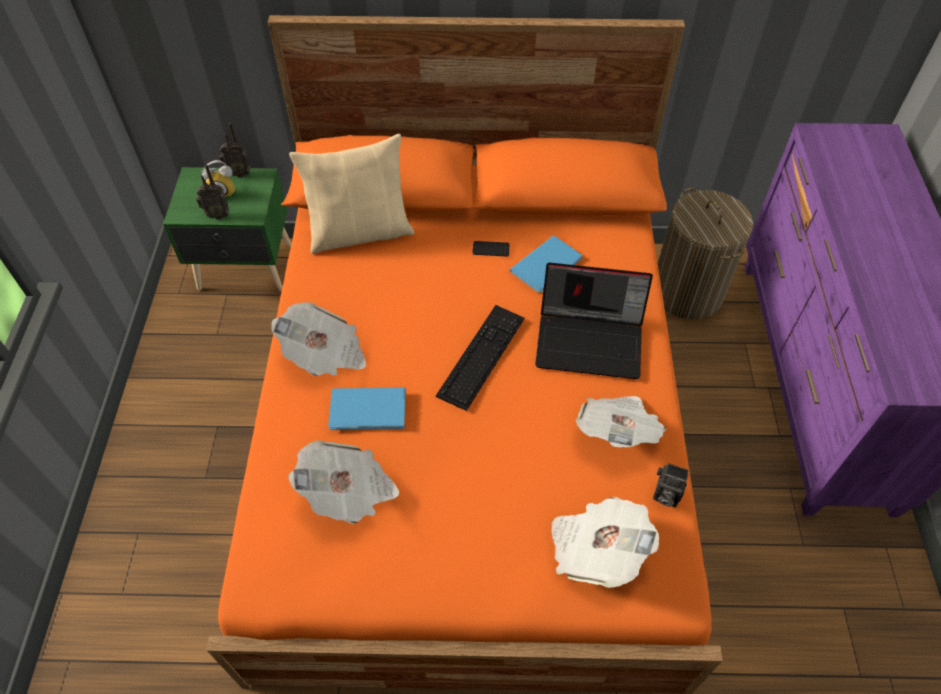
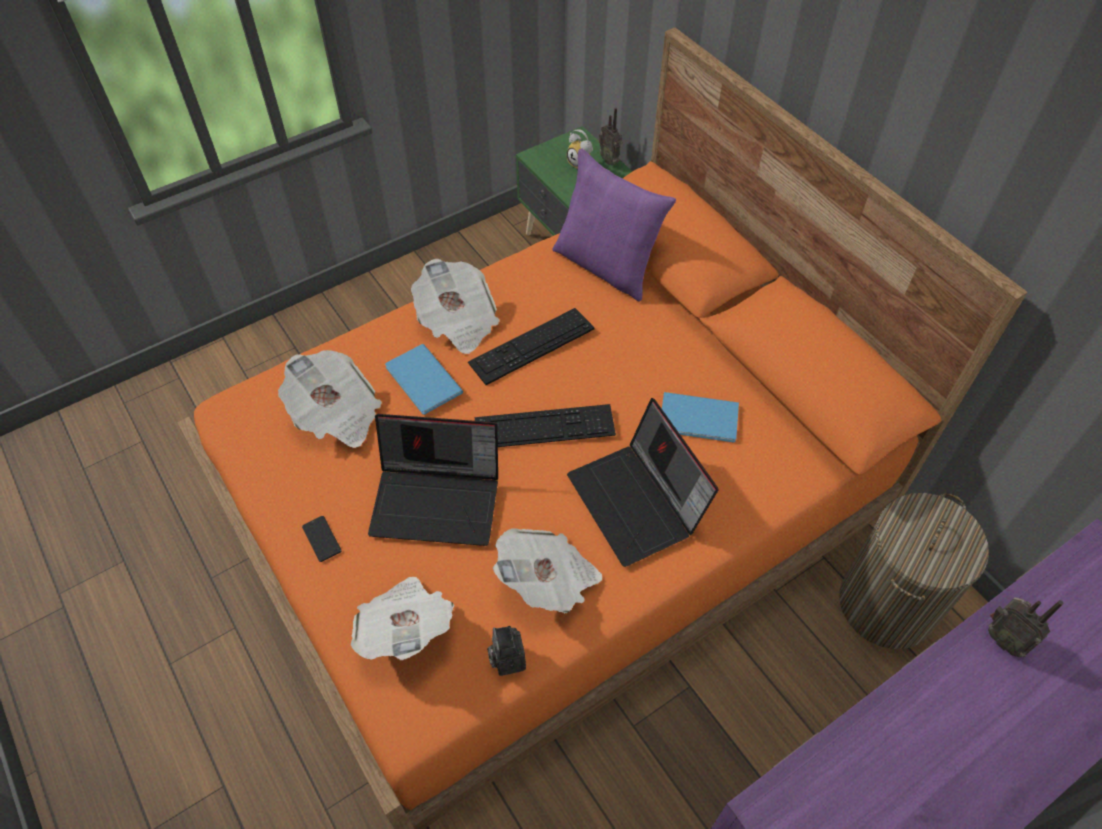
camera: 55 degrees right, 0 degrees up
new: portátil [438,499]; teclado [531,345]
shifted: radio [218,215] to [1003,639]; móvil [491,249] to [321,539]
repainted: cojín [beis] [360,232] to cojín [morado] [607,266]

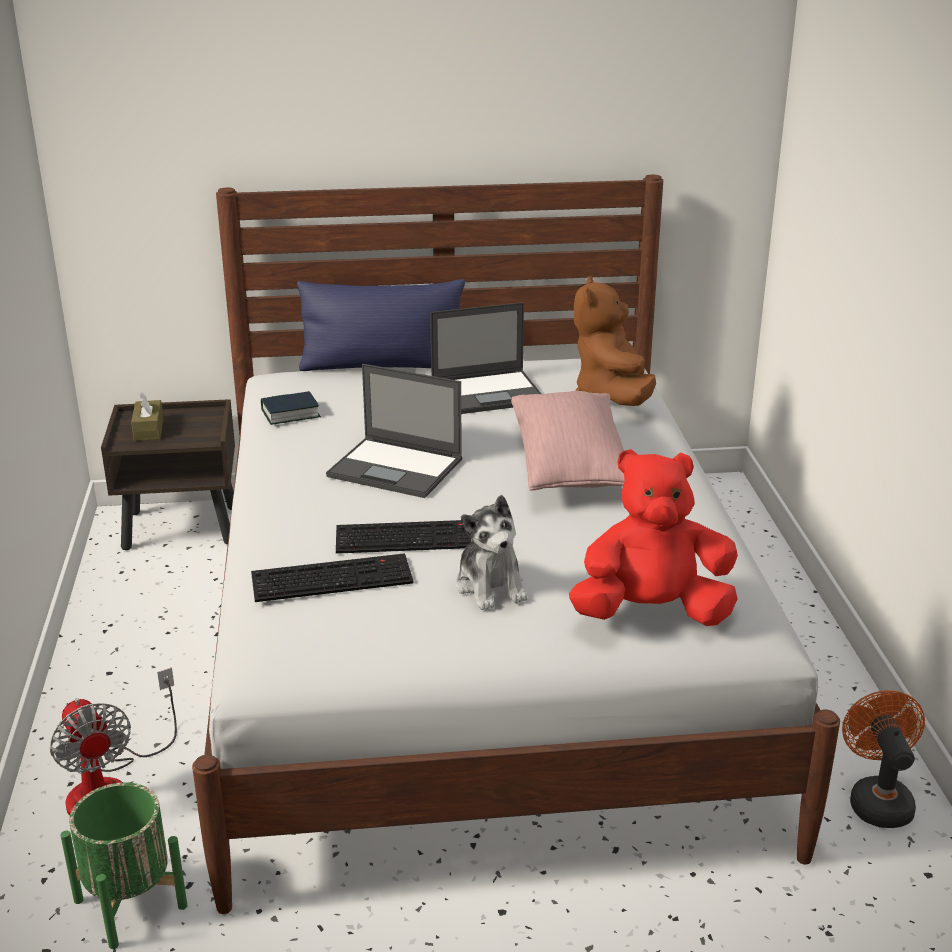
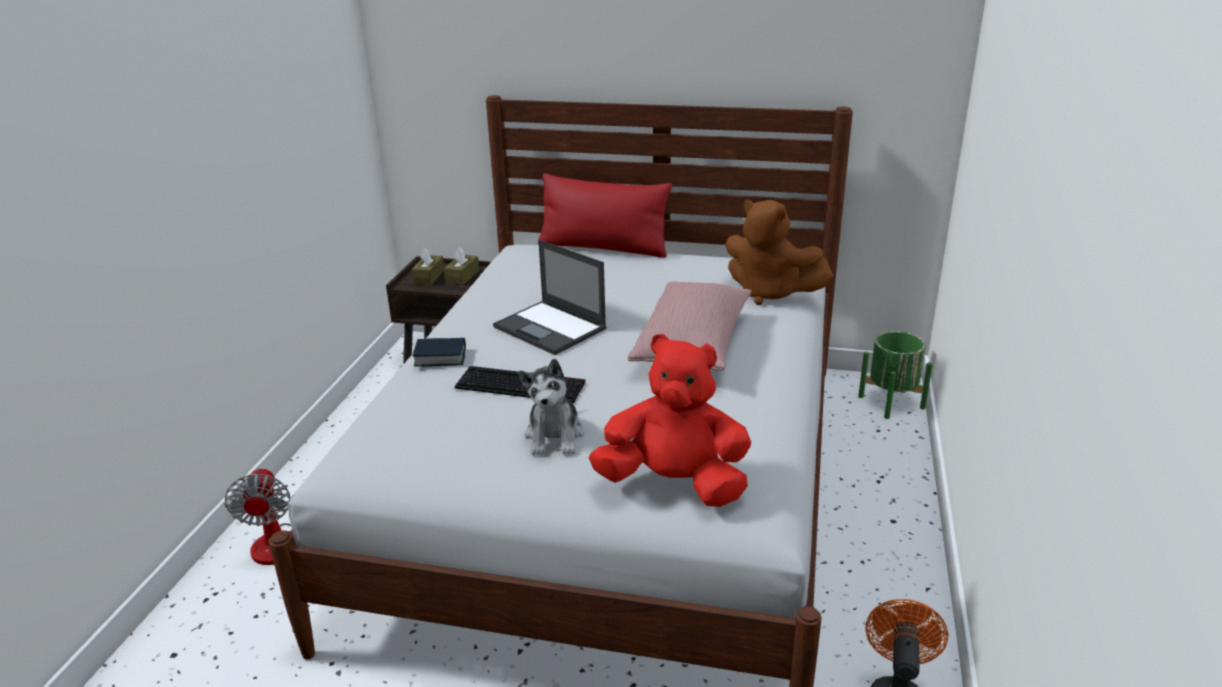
camera: 20 degrees right, 0 degrees up
gone: teclado [333,577]; portátil [488,393]
new: caja de pañuelos [marrón] [462,276]
shifted: maceta [verde] [129,903] to [891,402]; libro [290,413] to [440,357]
repainted: cojín [azul] [383,365] to cojín [rojo] [603,248]
rotated: peluche [marrón] [612,395] = [770,293] 75 degrees counterclockwise

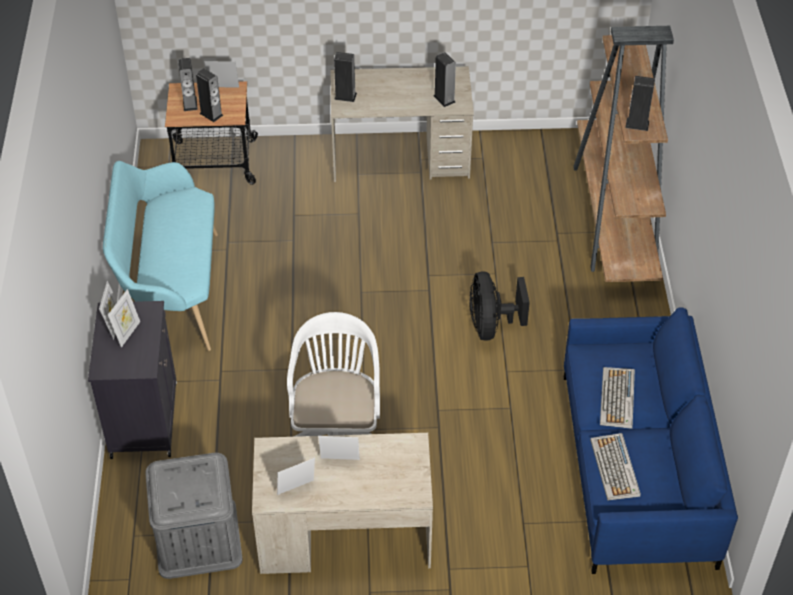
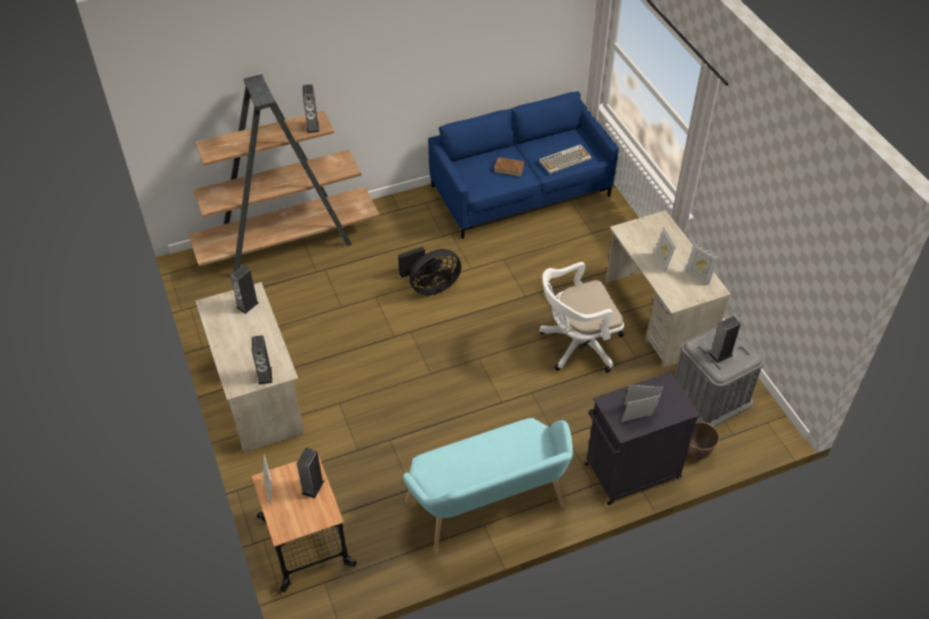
camera: 110 degrees left, 0 degrees up
new: maceta [697,453]
shifted: altavoz [190,103] to [720,355]
swapped: teclado [617,399] to libro [marrón] [509,168]

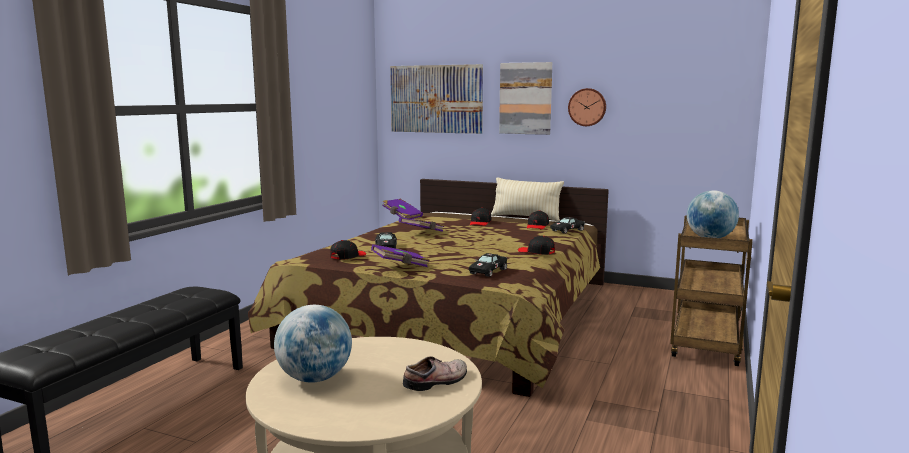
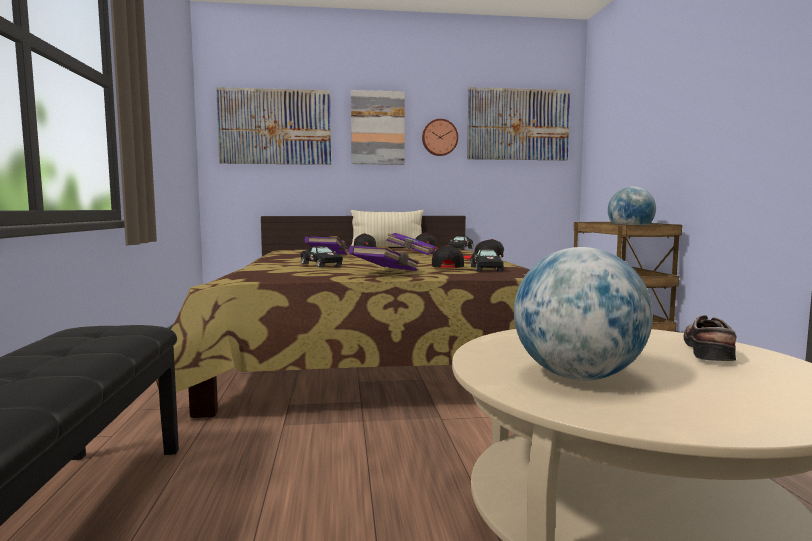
camera: 30 degrees left, 5 degrees down
new: cuadro [518,124]
shifted: gorra [negro] [347,256] to [447,267]; libro [morado] [402,217] to [411,253]

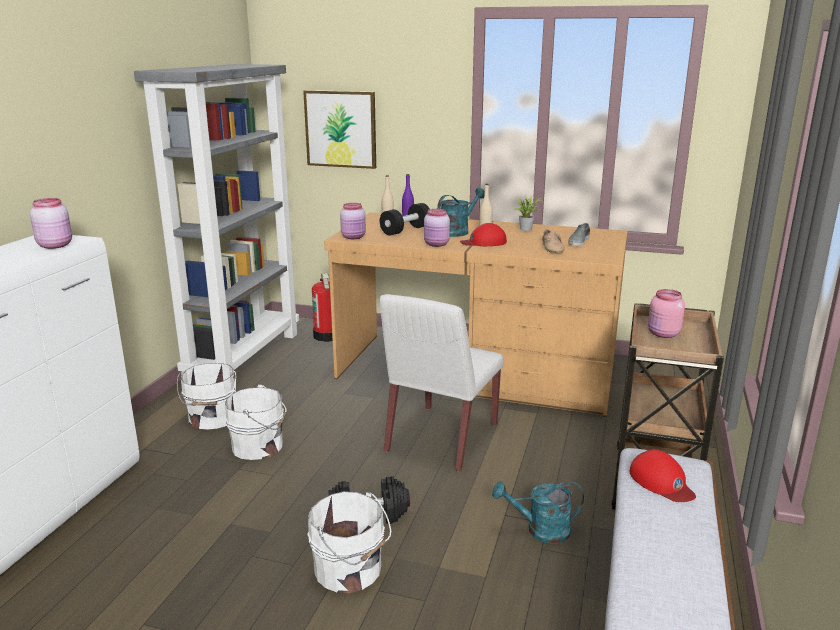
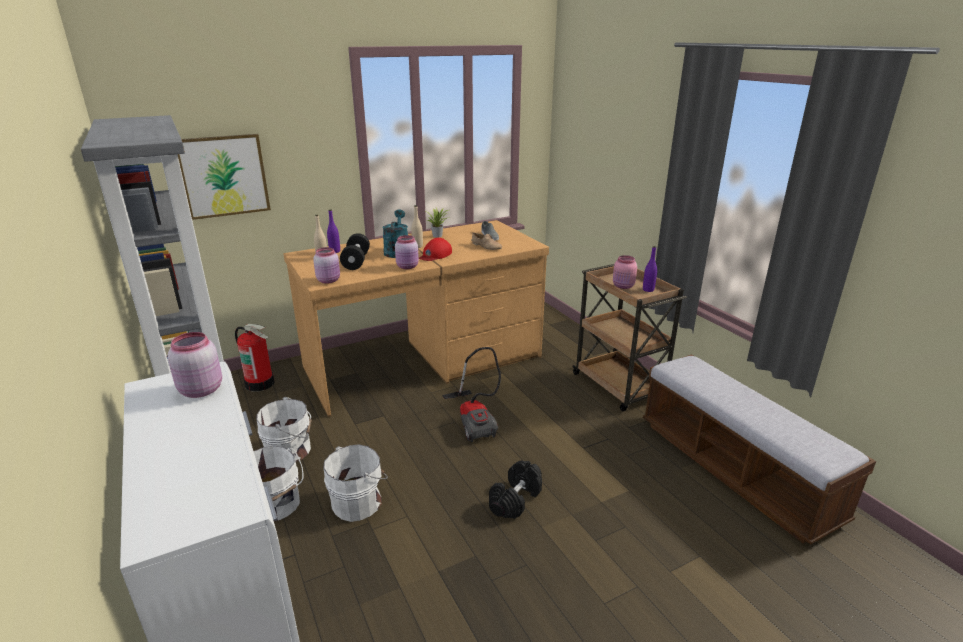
camera: 45 degrees left, 5 degrees up
gone: regadera [turquesa] [540,531]; gorra [rojo] [661,482]
new: botella [morado] [648,290]
shifted: cubo [blanco] [350,571] to [290,450]
swapped: silla [blanco] [441,438] to aspiradora [475,420]

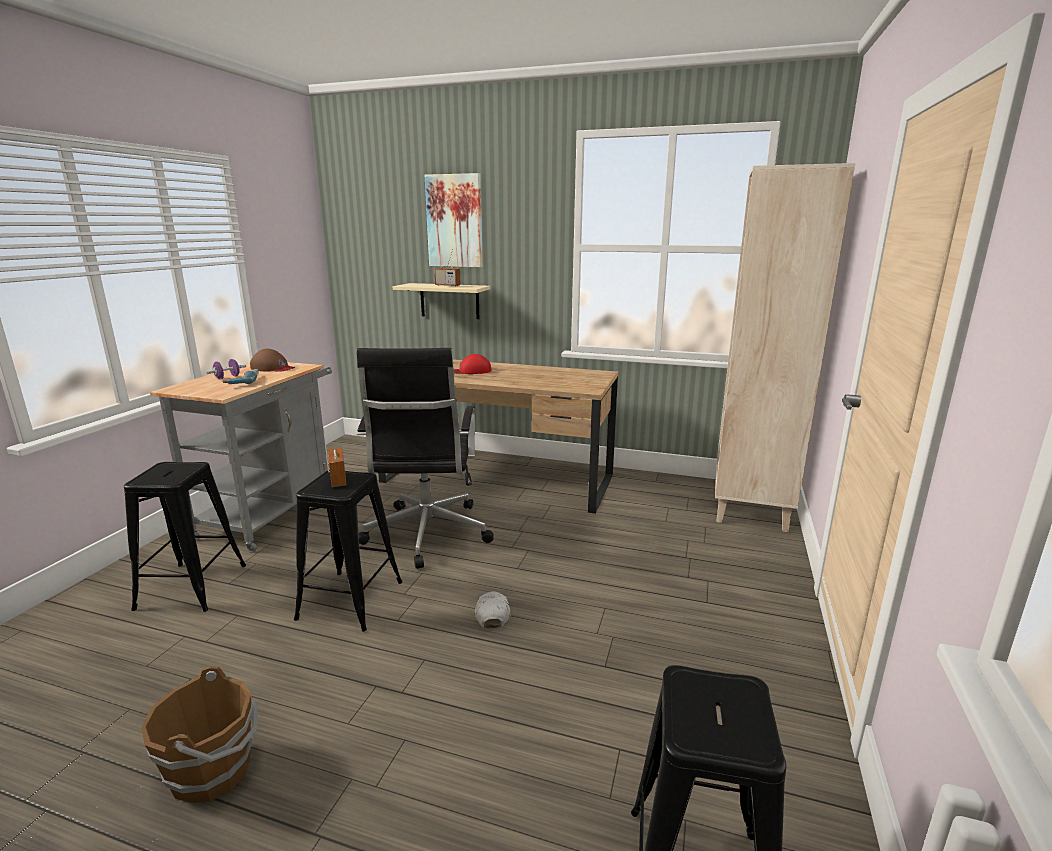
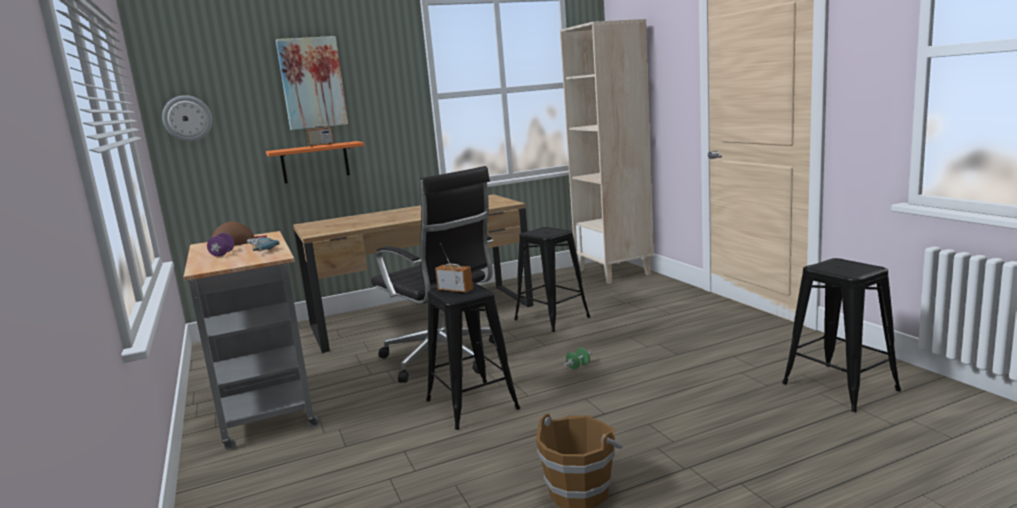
camera: 40 degrees left, 5 degrees down
gone: gorra [rojo] [471,371]
new: reloj de pared [187,118]
shifted: taburete [negro] [192,586] to [552,318]
swapped: gorra [blanco] [492,614] to mancuerna [verde] [578,366]
repainted: estante [beis] [449,301] to estante [naranja] [315,162]

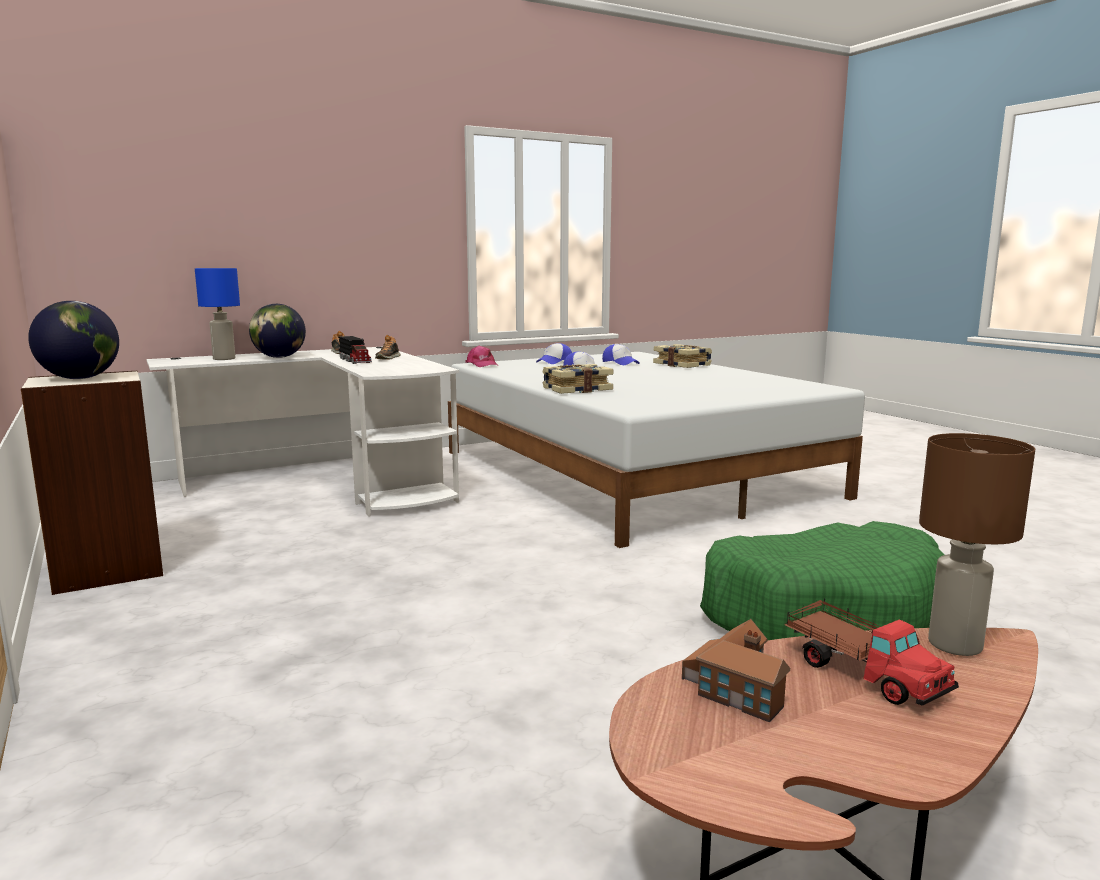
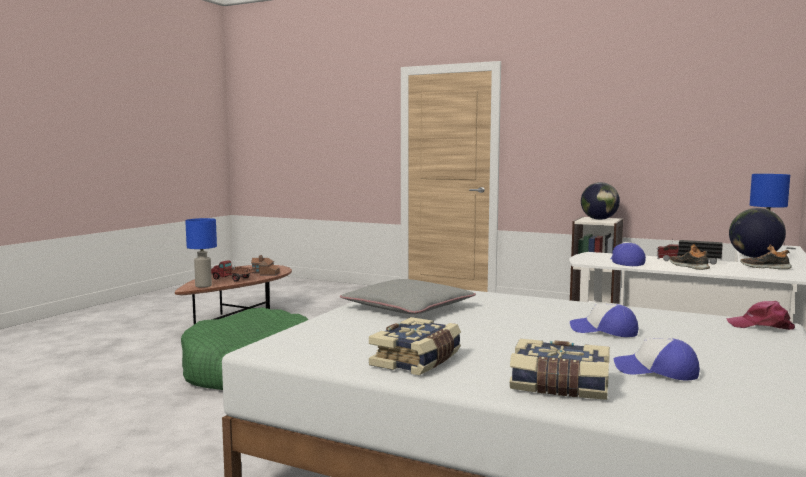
camera: 145 degrees right, 5 degrees down
new: cojín [gris] [408,307]
shifted: gorra [554,362] to [625,262]; libro [576,389] to [418,361]
repainted: lámpara de mesa [marrón] [956,645] to lámpara de mesa [azul] [203,286]

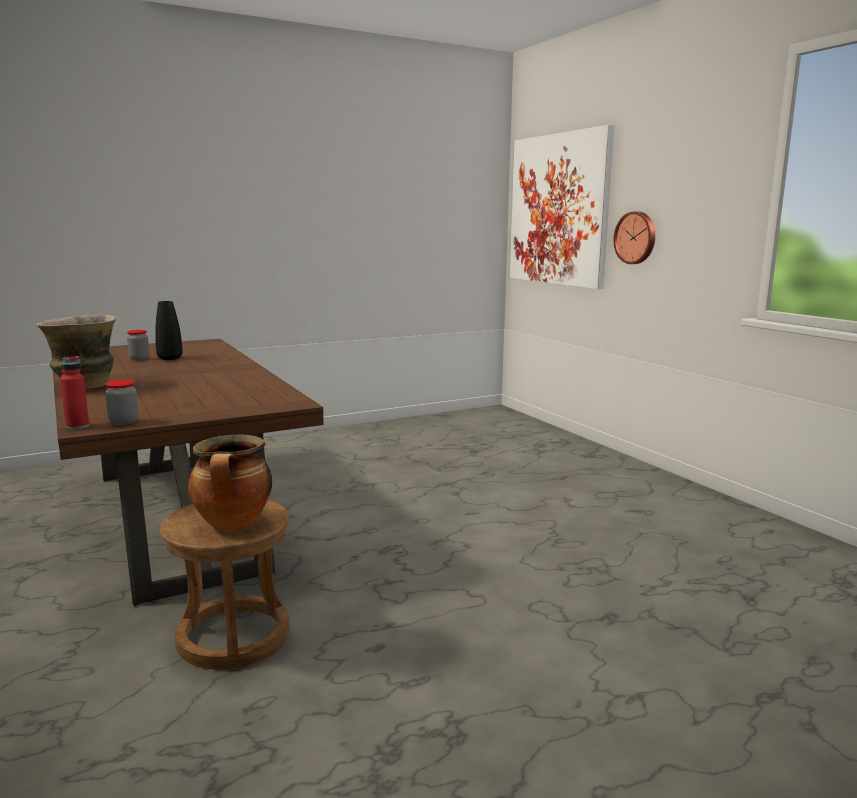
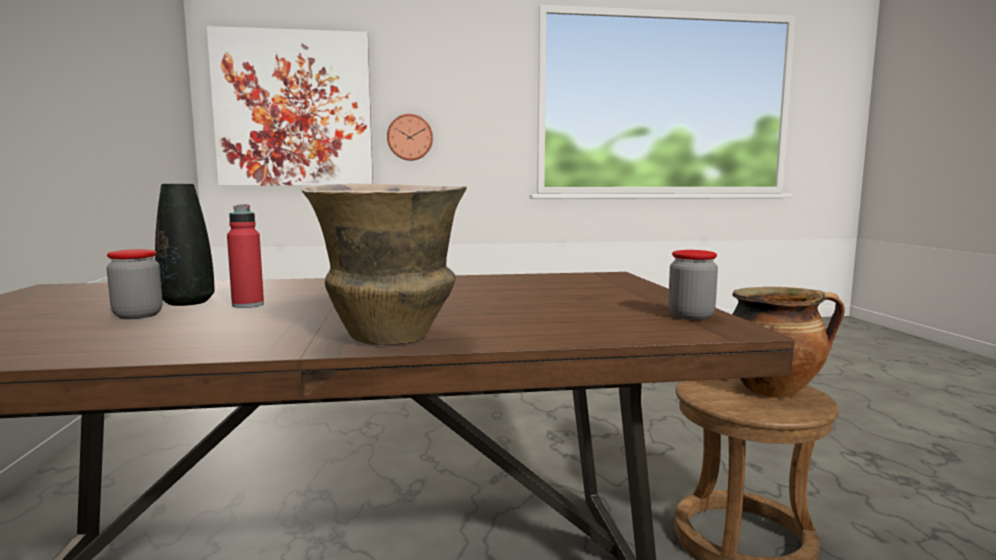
camera: 70 degrees left, 5 degrees down
shifted: botella [rojo] [77,426] to [248,305]

